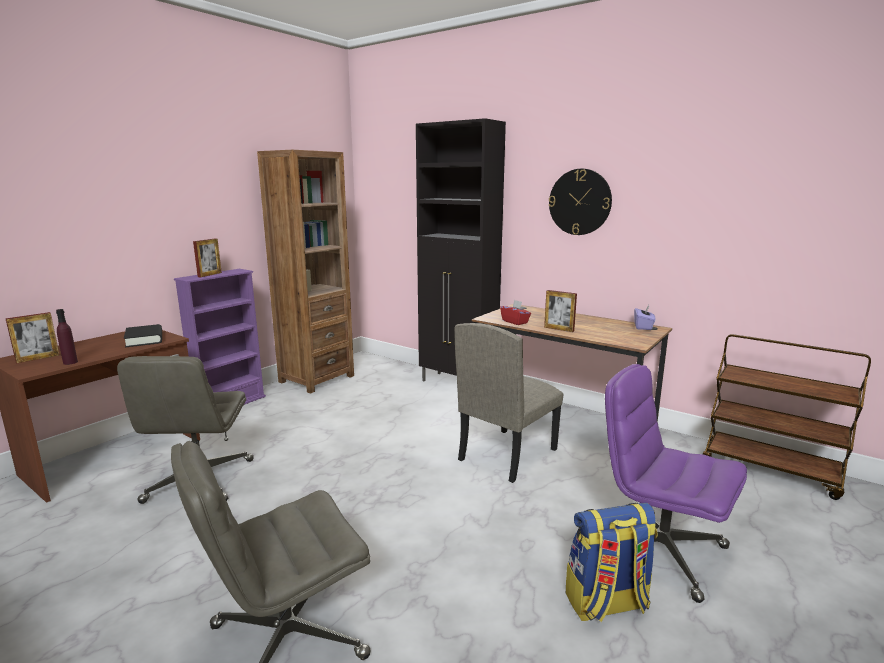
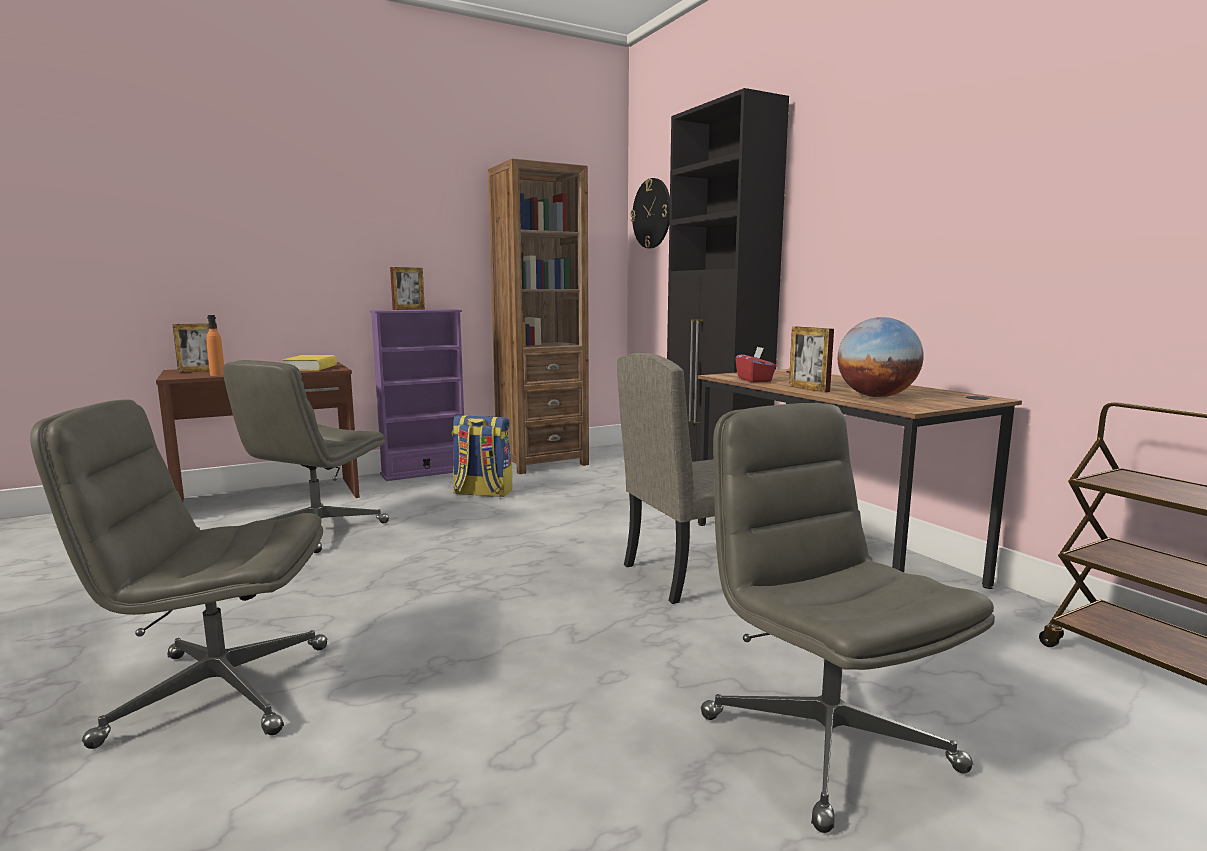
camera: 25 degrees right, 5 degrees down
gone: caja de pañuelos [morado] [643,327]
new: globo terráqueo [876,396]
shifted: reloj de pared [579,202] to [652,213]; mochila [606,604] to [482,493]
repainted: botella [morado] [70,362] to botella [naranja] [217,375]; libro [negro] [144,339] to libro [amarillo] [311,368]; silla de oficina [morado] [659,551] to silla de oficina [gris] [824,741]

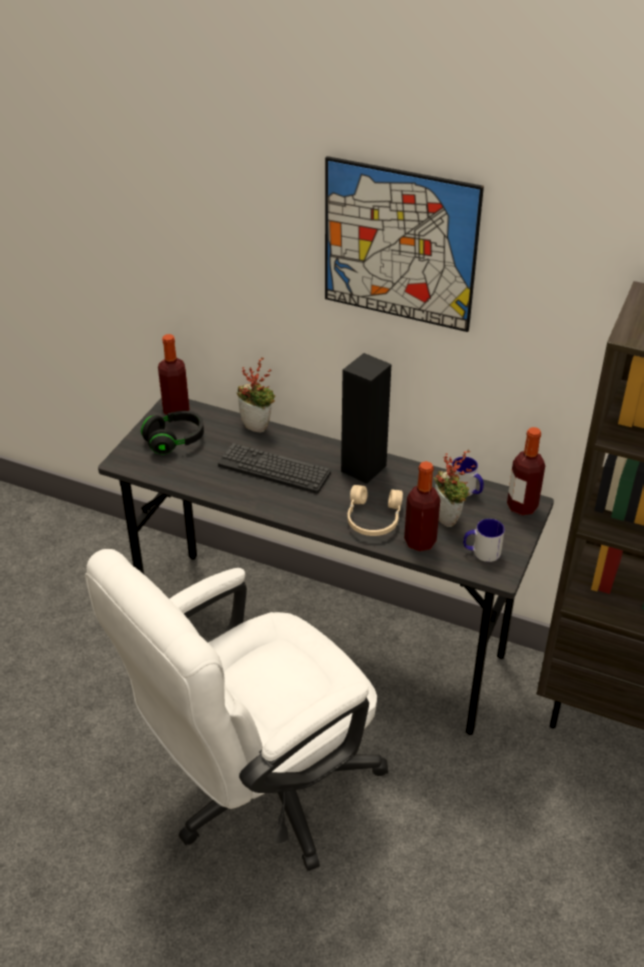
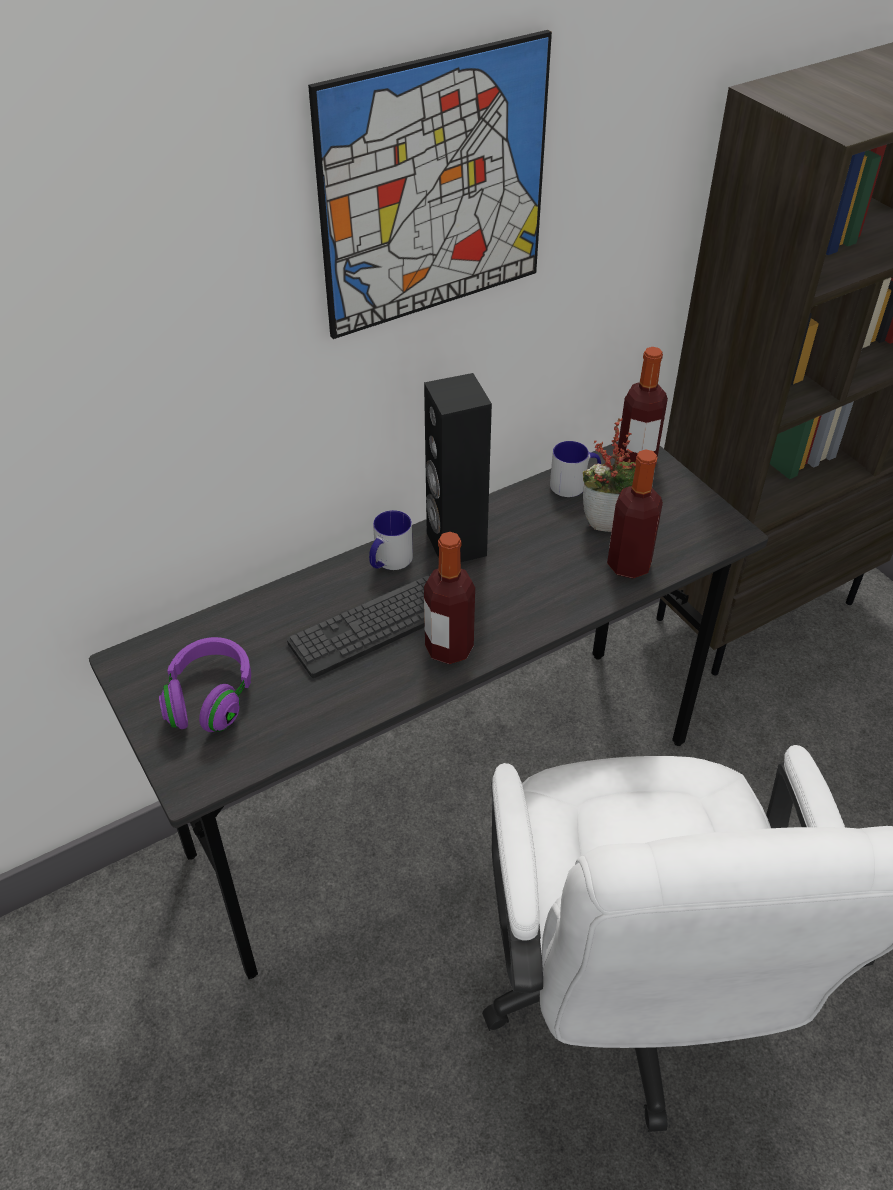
camera: 55 degrees left, 5 degrees up
gone: planta en maceta [258,426]; auriculares [beis] [372,519]
shifted: botella [176,410] to [449,648]; taza grande [481,552] to [389,561]
repainted: auriculares [negro] [175,441] to auriculares [morado] [210,698]

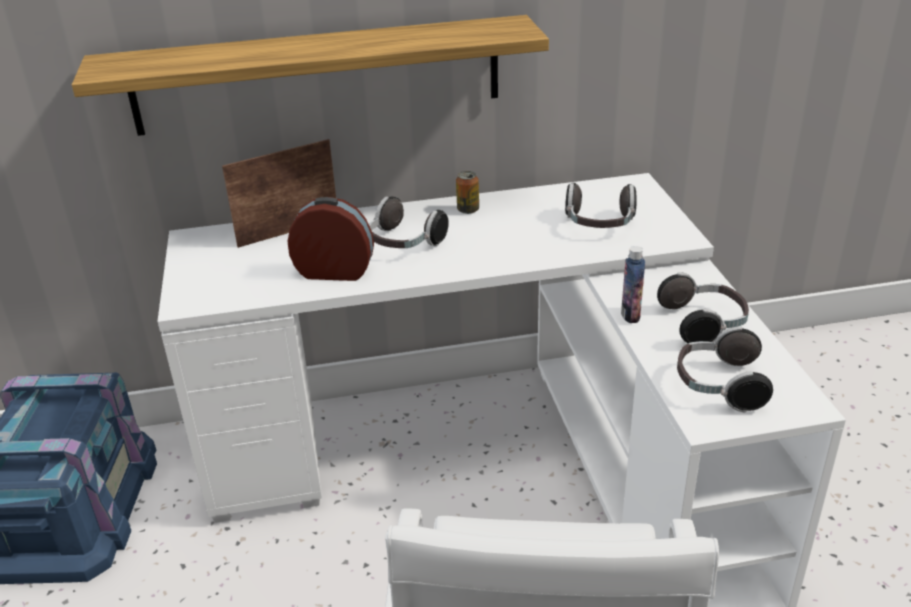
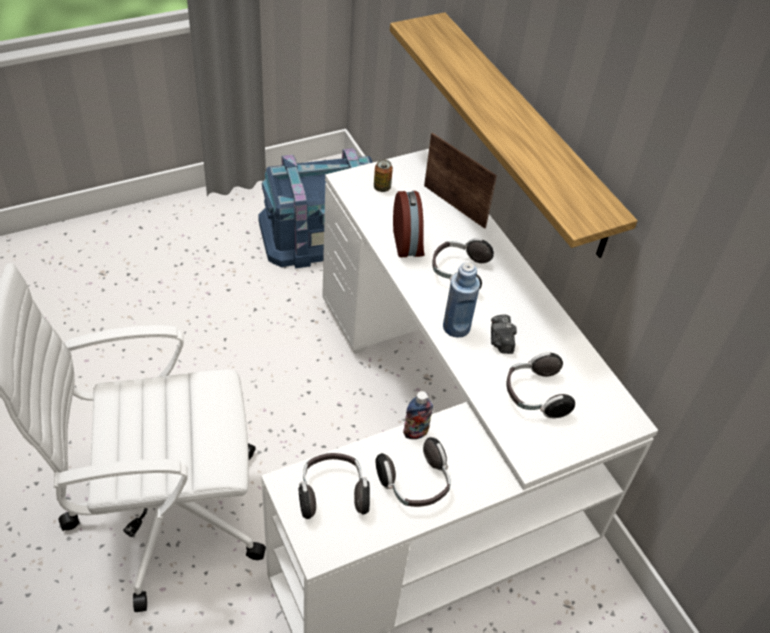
camera: 70 degrees right, 15 degrees up
new: botella [azul] [456,327]; cámara [501,341]
shifted: lata [468,210] to [382,187]

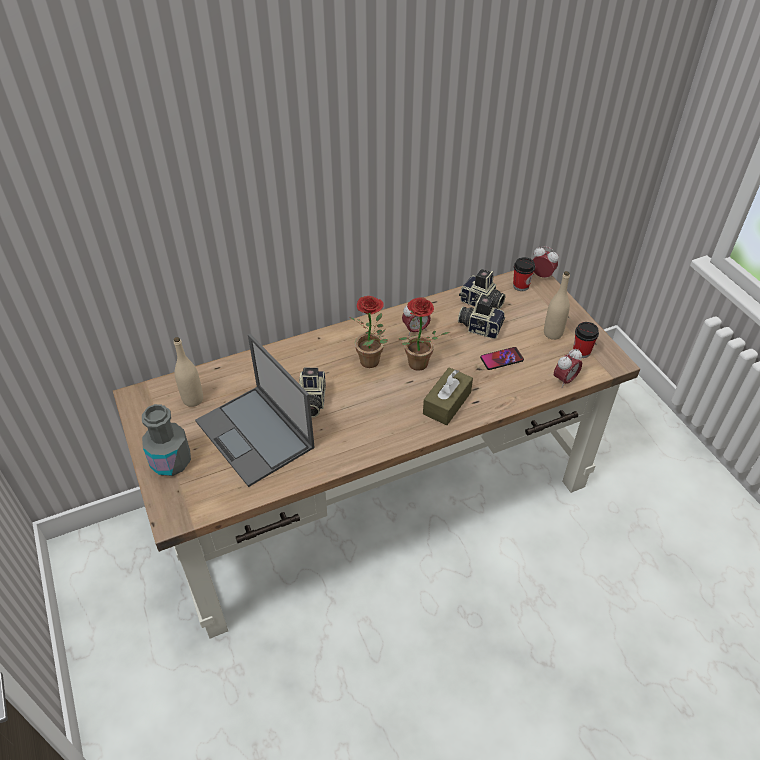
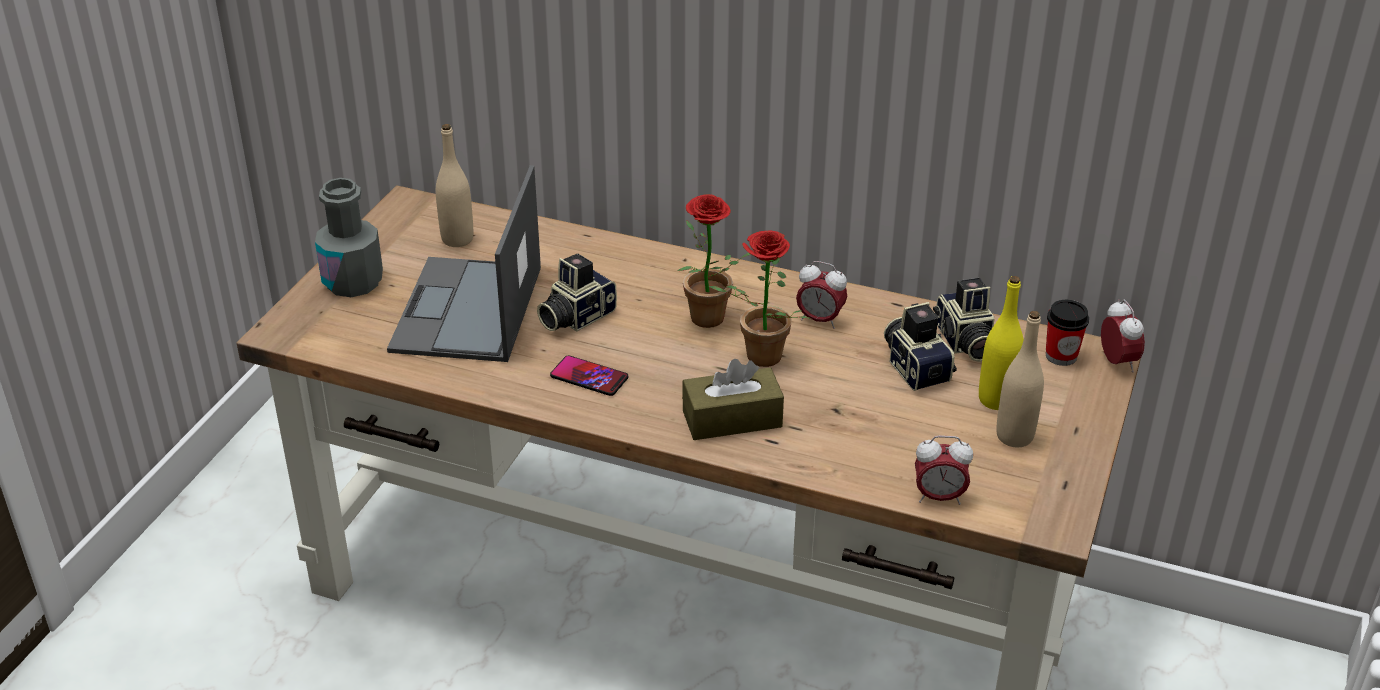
camera: 45 degrees right, 10 degrees down
gone: taza [581,352]
new: botella [amarillo] [996,400]
shifted: móvil [501,359] to [589,377]

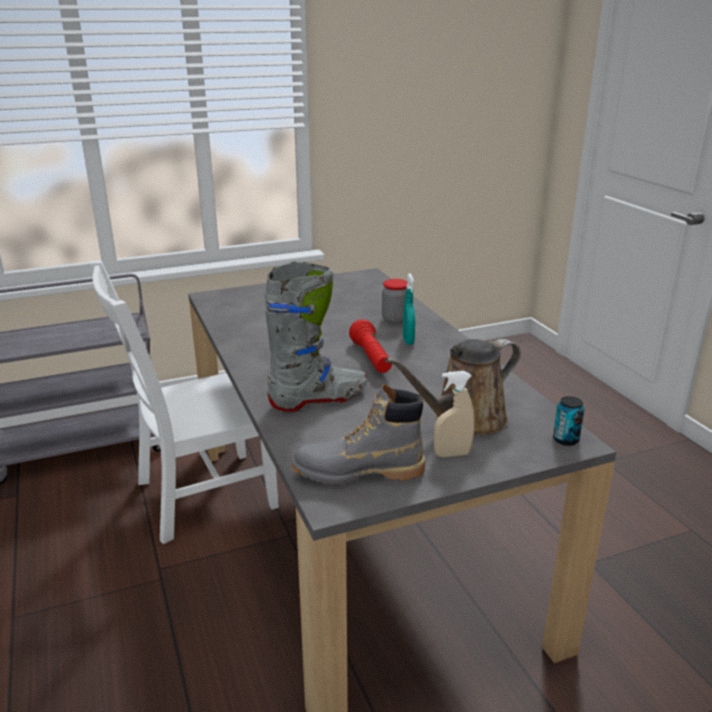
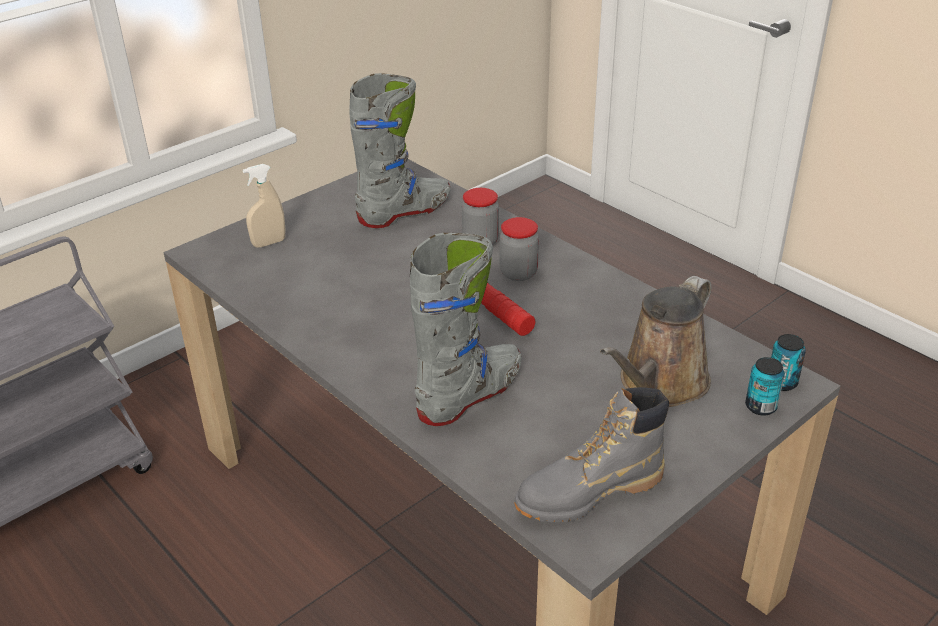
camera: 20 degrees left, 10 degrees up
gone: silla [blanco] [199,496]
new: bota [gris] [405,212]; lata [760,406]
shifted: pulverizador [beis] [452,454] to [269,243]
swapped: pulverizador [turquesa] [408,340] to tarro [518,273]

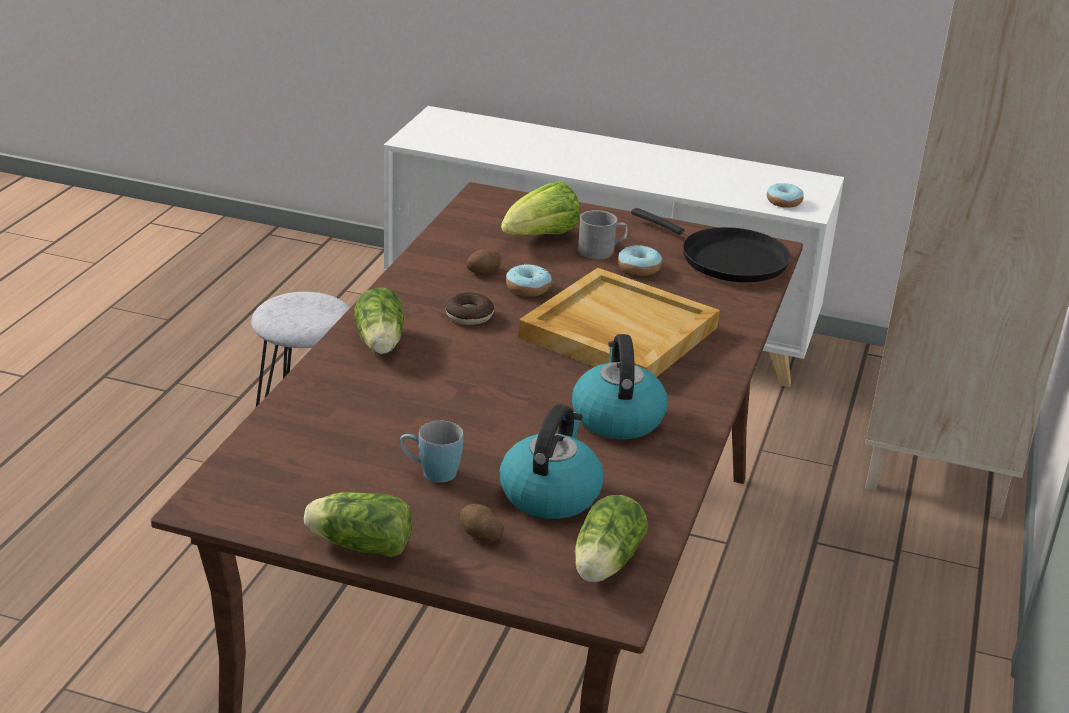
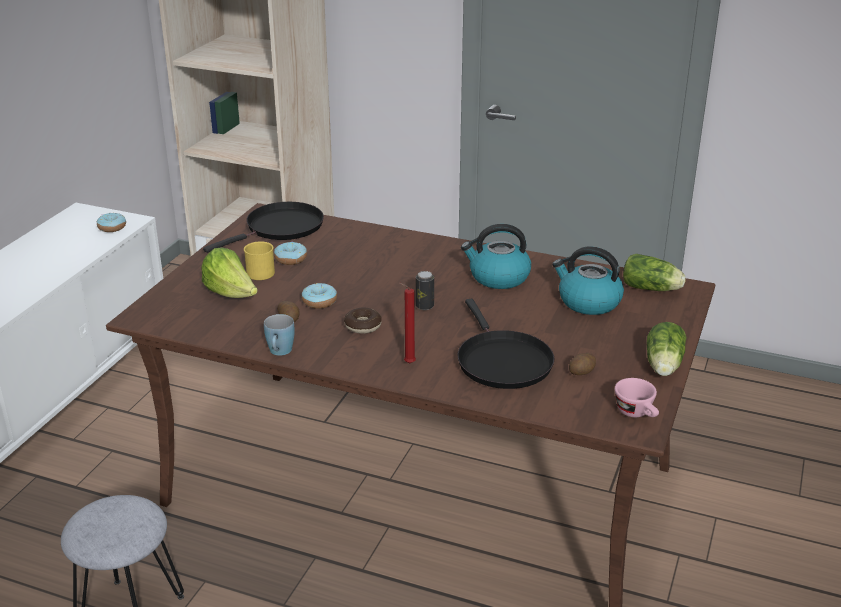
camera: 85 degrees left, 0 degrees up
gone: bandeja [beis] [617,332]
new: lata [424,306]; sartén [negro] [501,361]; taza [rosa] [637,413]
shifted: taza grande [azul] [430,472] to [279,352]; patata [479,535] to [582,372]
swapped: lechuga [380,344] to vela [rojo] [407,363]
repainted: taza grande [gris] [601,251] to taza grande [amarillo] [259,271]

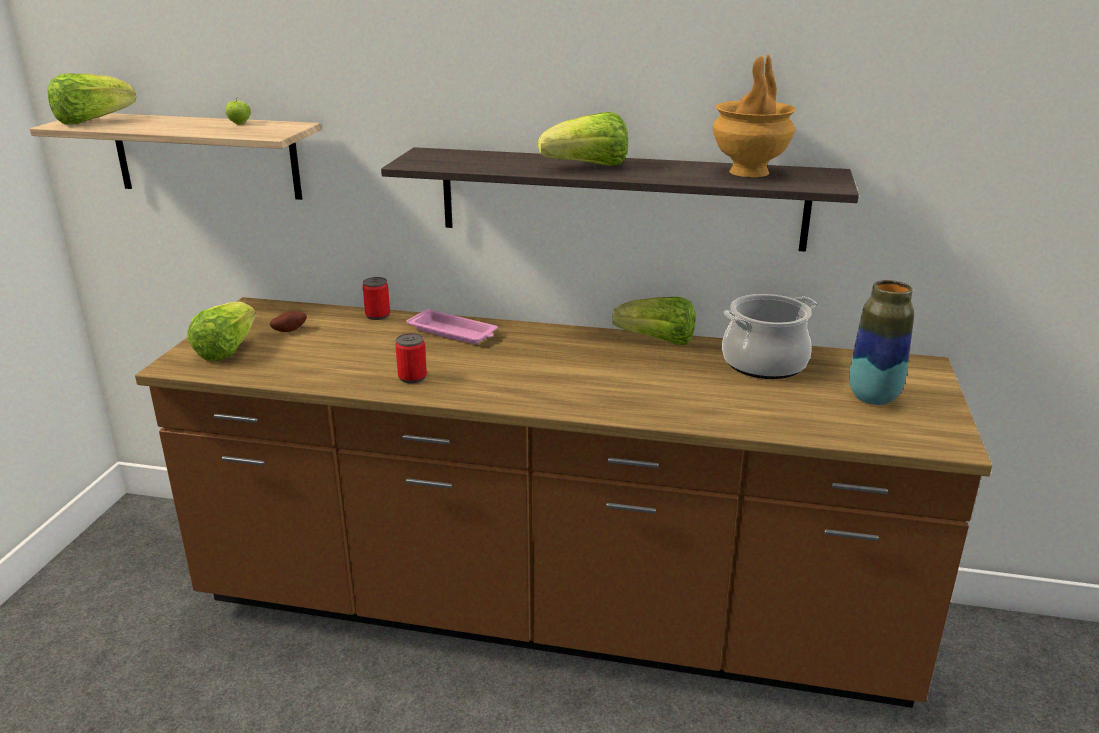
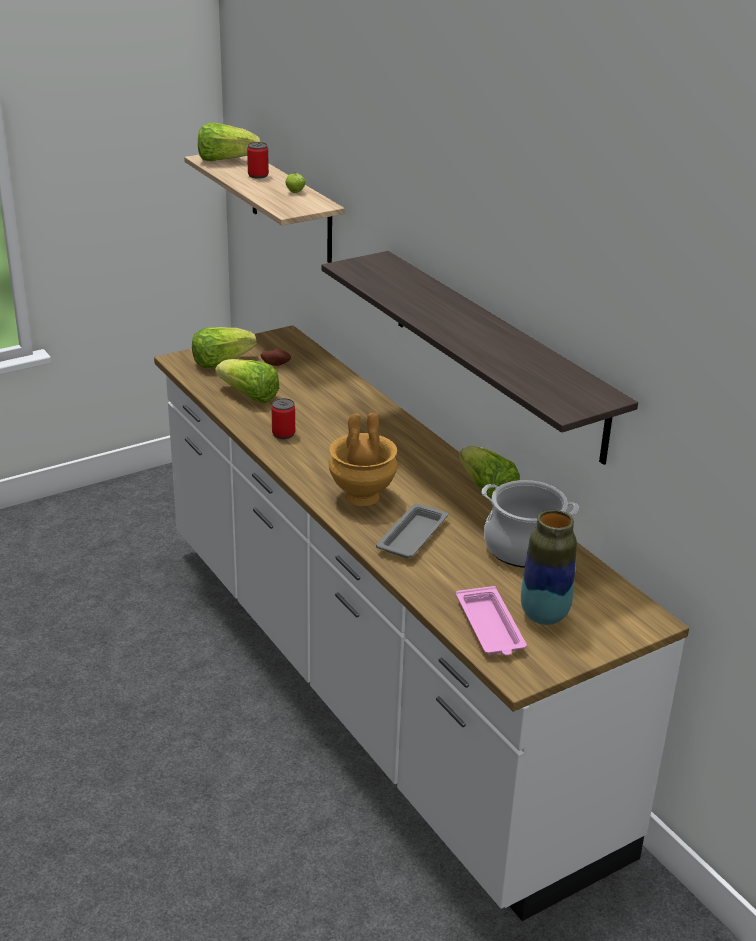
camera: 45 degrees right, 5 degrees up
new: bandeja [gris] [413,535]
shifted: lata [378,315] to [258,175]; bandeja [rosa] [454,332] to [490,627]; lechuga [588,167] to [249,396]; florero [marrón] [749,172] to [361,497]
repainted: mueble bajo de cocina [marrón] [549,614] to mueble bajo de cocina [blanco] [371,684]

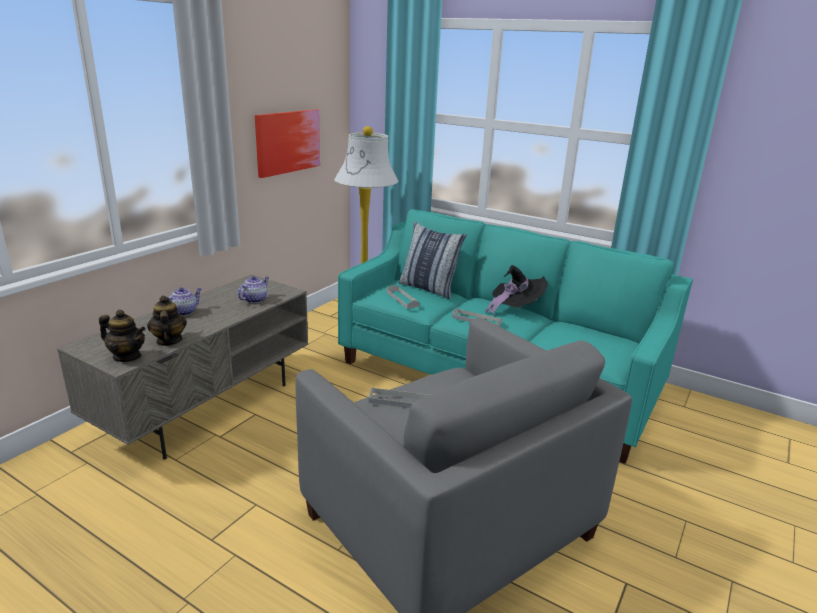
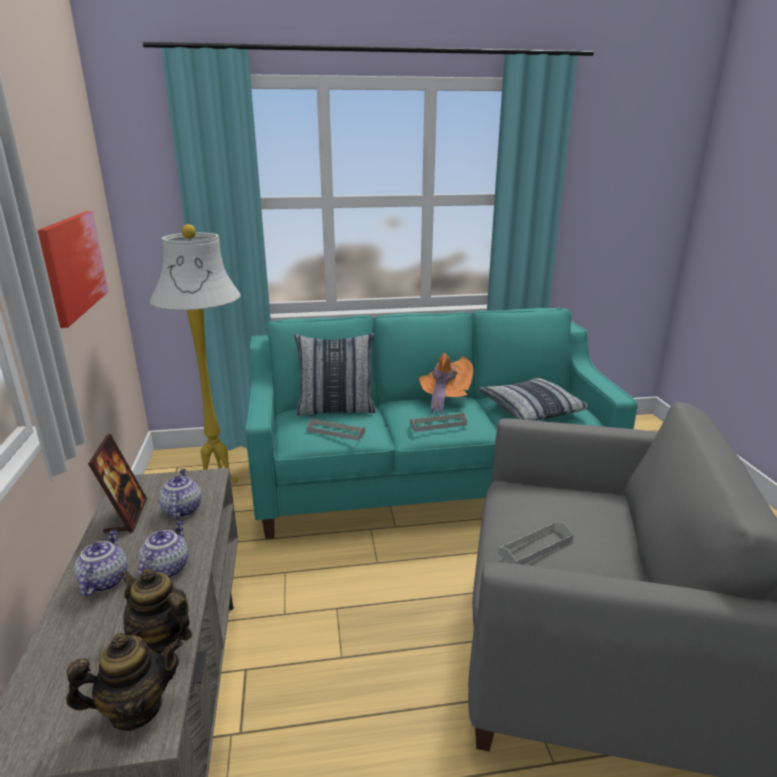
camera: 40 degrees left, 0 degrees up
new: portarretratos [126,516]; tetera [166,568]; cojín [530,409]
repainted: sombrero [negro] [514,307] to sombrero [naranja] [443,397]

